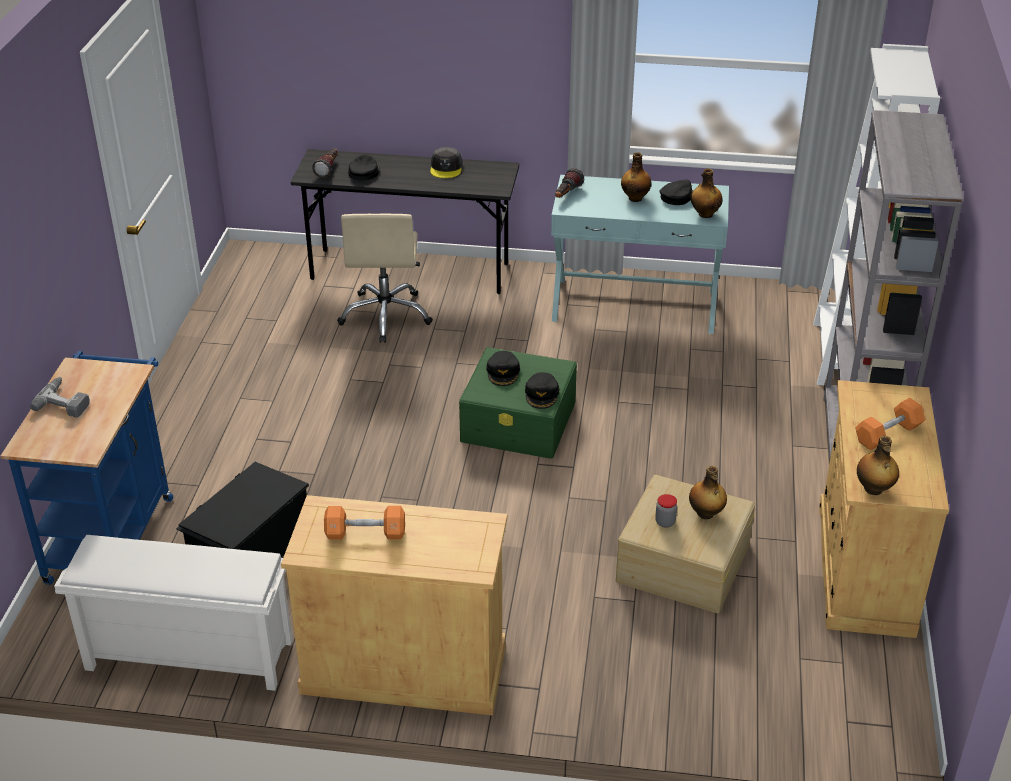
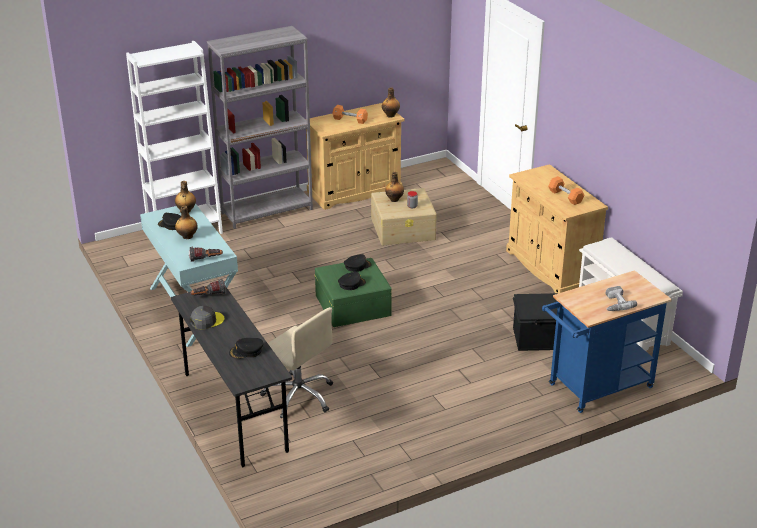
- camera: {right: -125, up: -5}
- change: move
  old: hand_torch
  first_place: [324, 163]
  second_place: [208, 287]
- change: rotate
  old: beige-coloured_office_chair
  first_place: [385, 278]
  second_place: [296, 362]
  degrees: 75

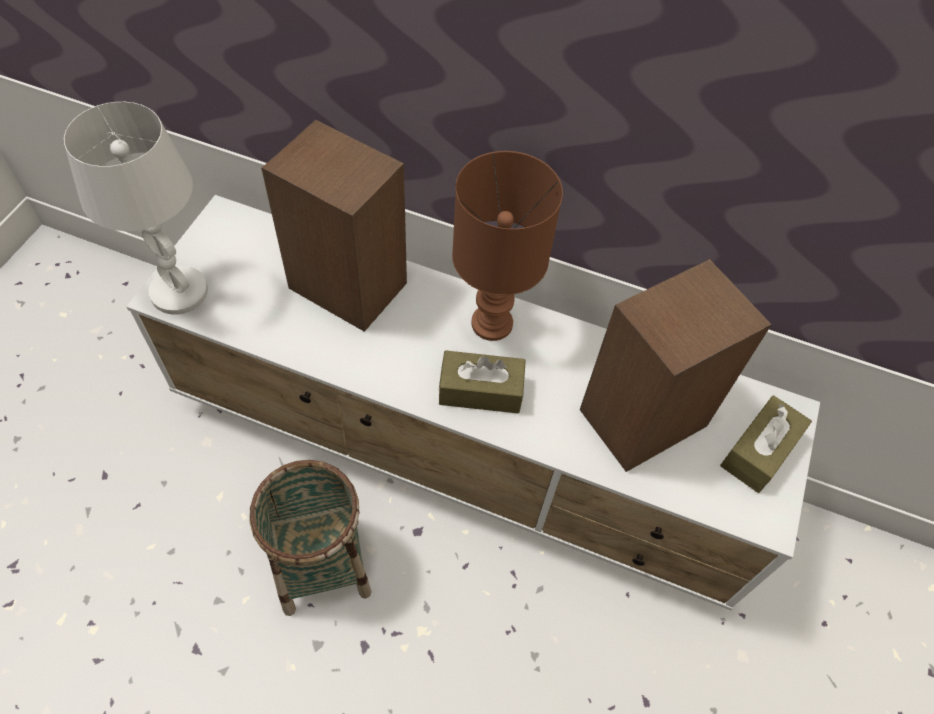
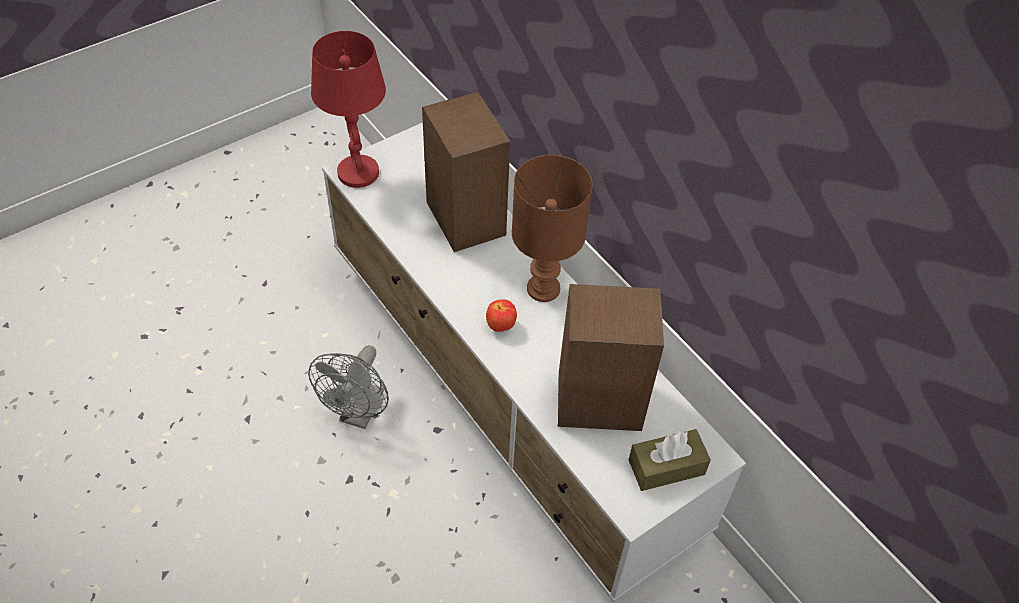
- camera: {right: 35, up: -5}
- change: replace
  old: household_basket
  new: greyish_cooling_fan
  first_place: [310, 538]
  second_place: [348, 387]
- change: replace
  old: brown_tissue_holder
  new: apple
  first_place: [482, 382]
  second_place: [501, 315]
- change: recolor
  old: white-coloured_lamp_for_a_table
  new: red_lamp_for_a_table
  first_place: [136, 208]
  second_place: [348, 109]

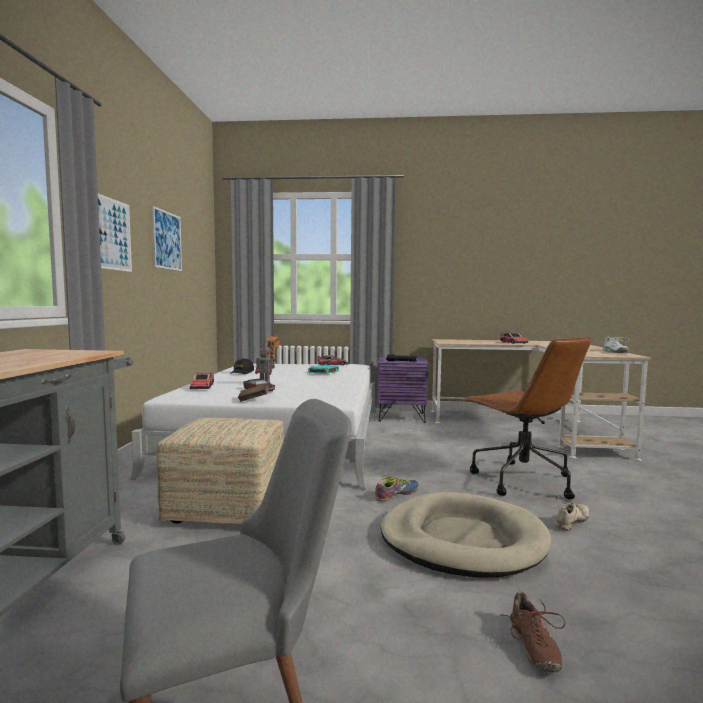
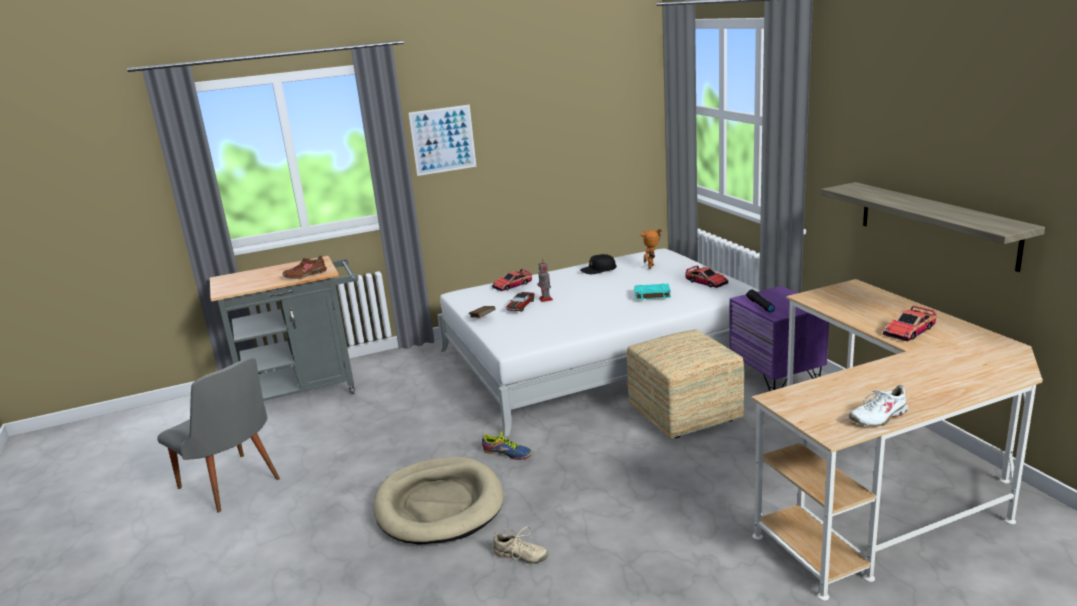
- camera: {right: 65, up: 15}
- change: delete
  old: wall_art
  first_place: [167, 238]
- change: delete
  old: brown_office_chair
  first_place: [527, 418]
- change: insert
  new: bracket_shelf
  second_place: [933, 227]
- change: move
  old: ottoman
  first_place: [220, 471]
  second_place: [685, 384]
- change: move
  old: brown_low_shoe
  first_place: [533, 632]
  second_place: [305, 267]

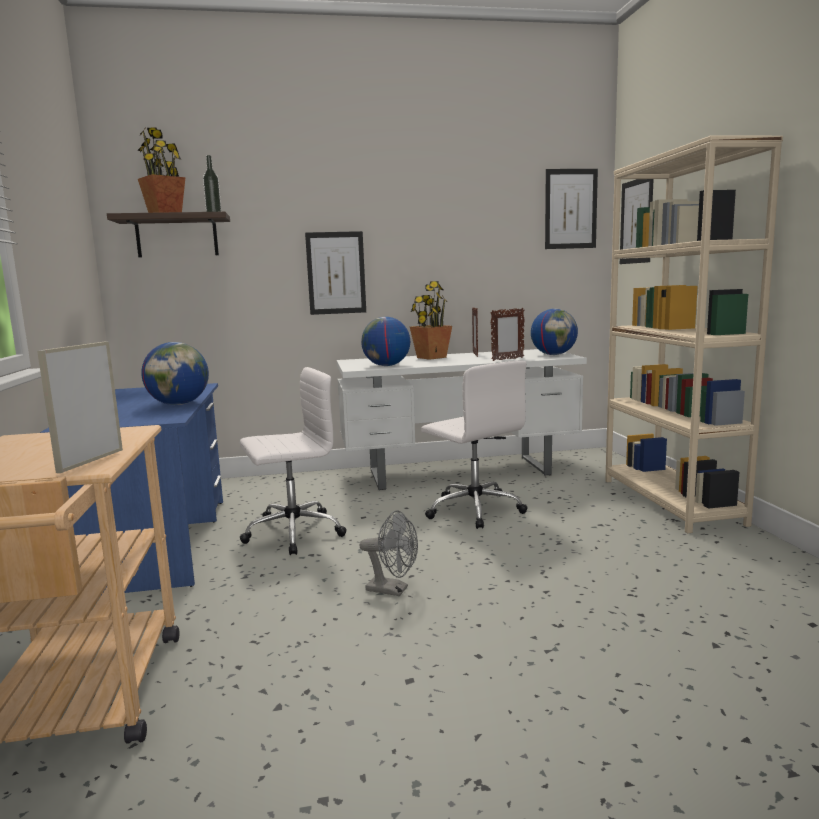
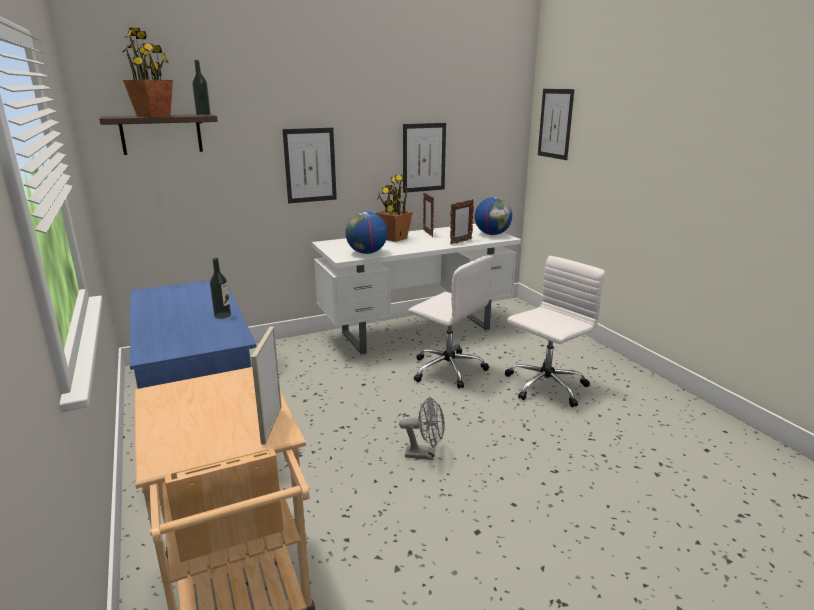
- camera: {right: -15, up: 10}
- change: delete
  old: beige-coloured_shelving_unit
  first_place: [694, 334]
- change: move
  old: white-coloured_office_chair
  first_place: [293, 461]
  second_place: [555, 331]
- change: move
  old: wall_art
  first_place: [571, 209]
  second_place: [424, 158]
- change: replace
  old: globe
  new: beverage_bottle
  first_place: [175, 373]
  second_place: [220, 288]

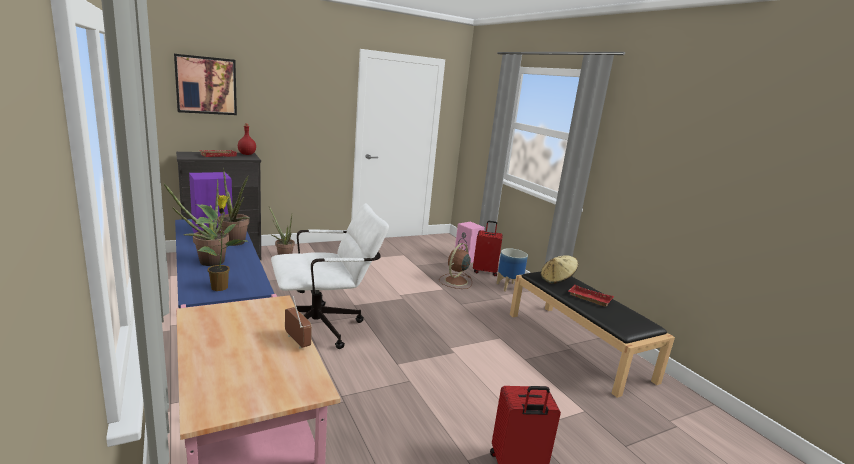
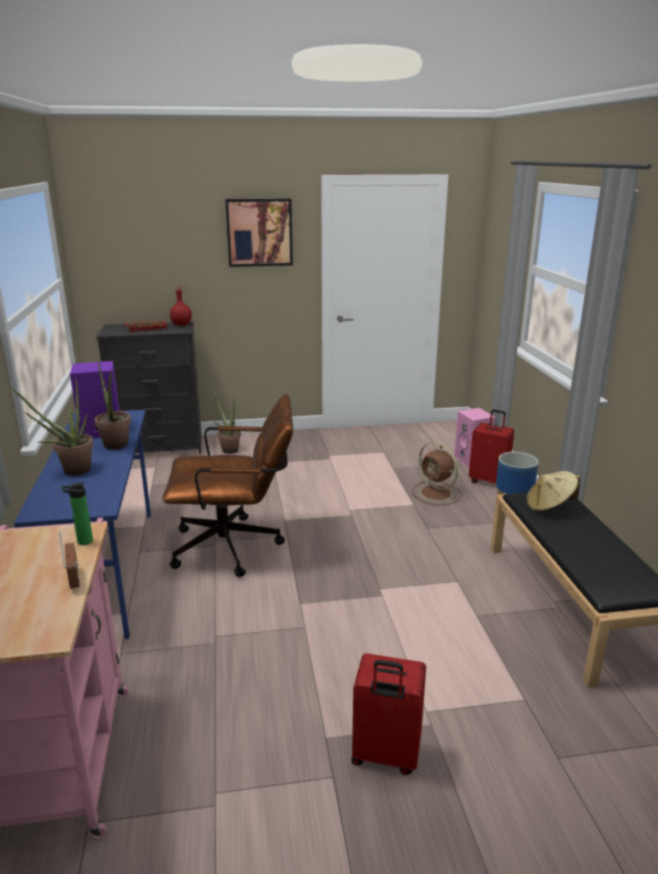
- camera: {right: 20, up: 5}
- change: delete
  old: plant_in_a_pot
  first_place: [222, 243]
- change: delete
  old: red_carrying_tray
  first_place: [591, 296]
- change: insert
  new: beverage_bottle
  second_place: [77, 513]
- change: move
  old: wall_art
  first_place: [205, 84]
  second_place: [259, 232]
- change: recolor
  old: white-coloured_office_chair
  new: brown_office_chair
  first_place: [330, 276]
  second_place: [228, 485]
- change: rotate
  old: brown_cooling_fan
  first_place: [455, 266]
  second_place: [437, 474]
  degrees: -90

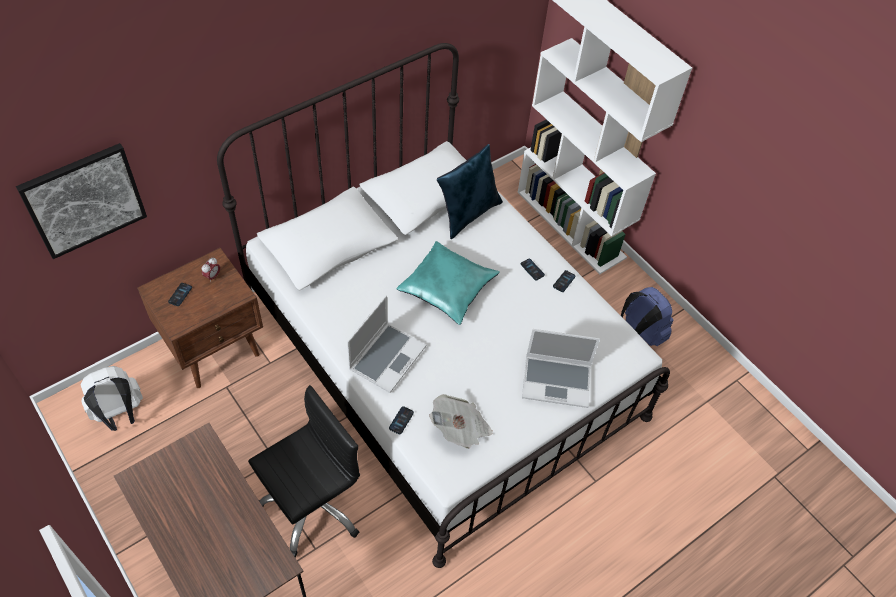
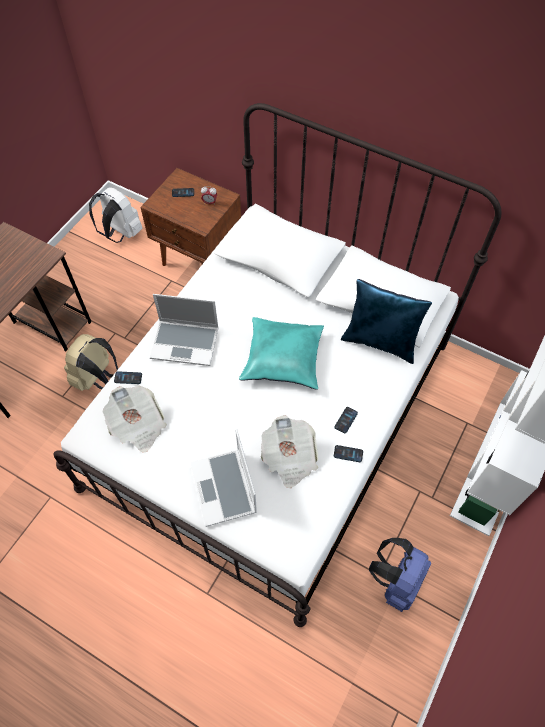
- camera: {right: 70, up: 5}
- change: delete
  old: wall_art
  first_place: [81, 201]
- change: insert
  new: newspaper
  second_place: [289, 451]
- change: replace
  old: blackish_office_chair
  new: beige-coloured_rucksack
  first_place: [304, 471]
  second_place: [91, 362]

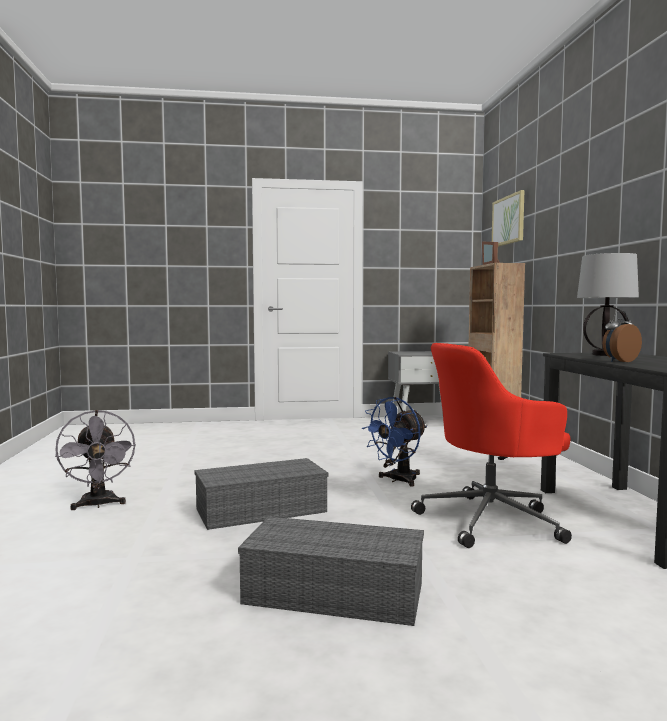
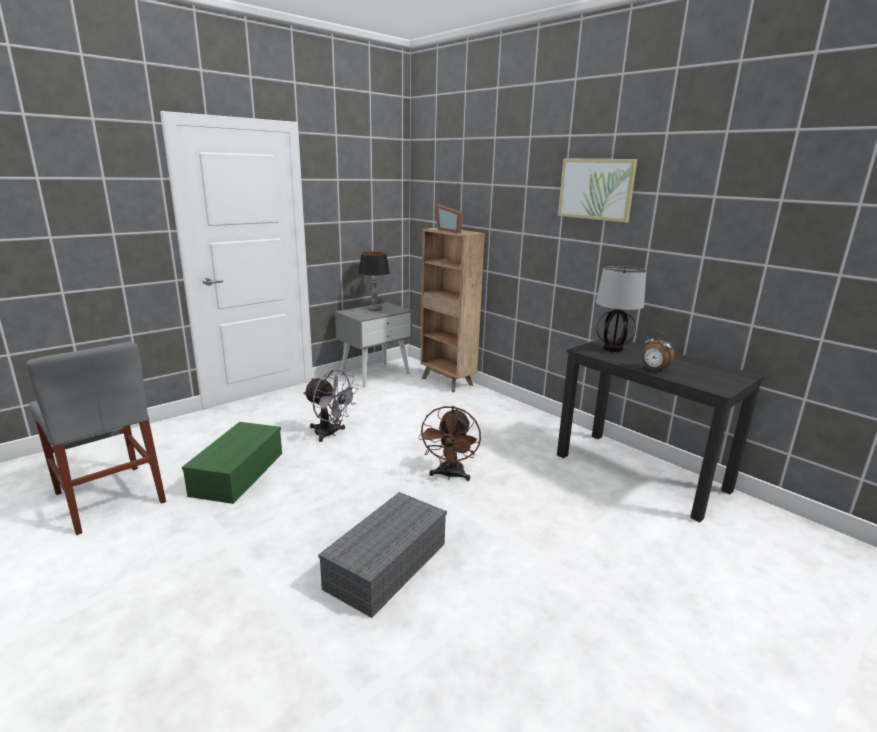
- camera: {right: -35, up: 15}
- change: delete
  old: greyish_storage_container
  first_place: [331, 571]
- change: delete
  old: red_office_chair
  first_place: [491, 445]
- change: insert
  new: greyish_chair
  second_place: [96, 438]
- change: insert
  new: greenish_storage_container
  second_place: [232, 463]
- change: insert
  new: lamp_for_a_table
  second_place: [374, 281]
- change: move
  old: greyish_cooling_fan
  first_place: [95, 460]
  second_place: [330, 406]
- change: move
  old: wall_art
  first_place: [508, 218]
  second_place: [597, 190]
- change: recolor
  old: blue_cooling_fan
  new: brown_cooling_fan
  first_place: [394, 442]
  second_place: [449, 443]
- change: rotate
  old: bedside_clock
  first_place: [622, 336]
  second_place: [658, 351]
  degrees: -75

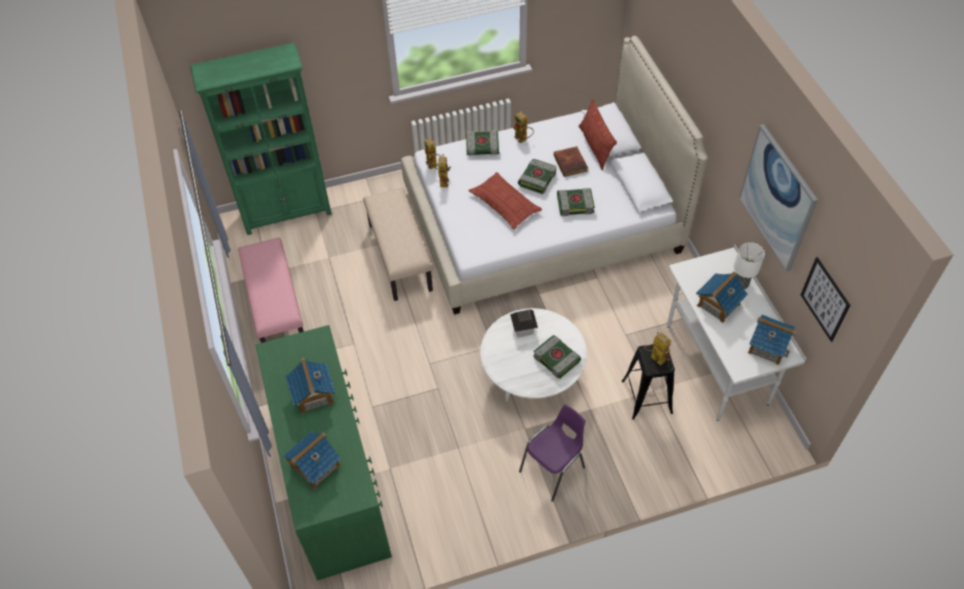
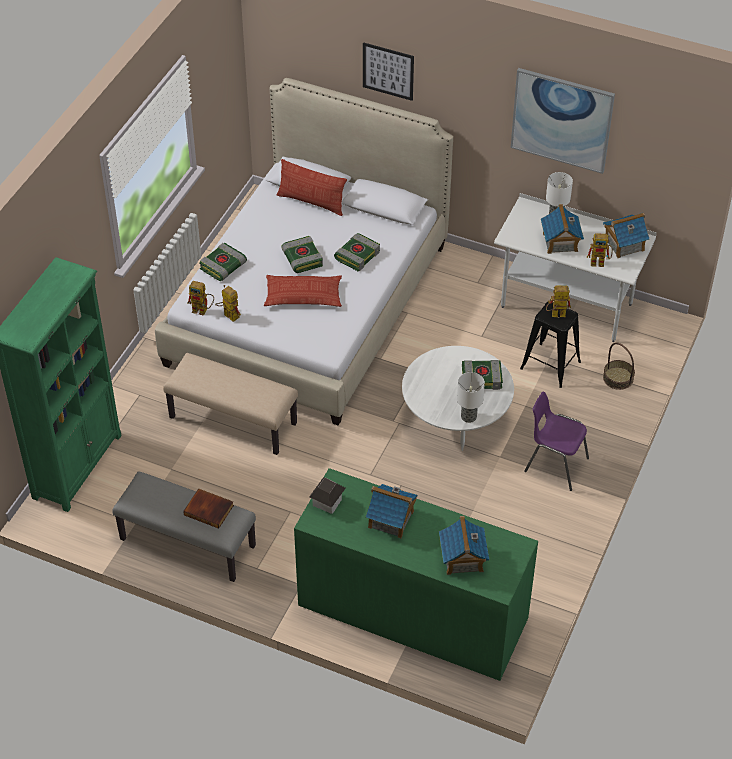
- camera: {right: -50, up: -5}
- change: insert
  new: lamp_for_a_table
  second_place: [471, 397]
- change: insert
  new: household_basket
  second_place: [619, 366]
- change: move
  old: toy_house
  first_place: [524, 323]
  second_place: [327, 495]
- change: move
  old: model_robot
  first_place: [523, 127]
  second_place: [600, 250]
- change: move
  old: book
  first_place: [571, 161]
  second_place: [208, 509]
- change: move
  old: wall_art
  first_place: [825, 299]
  second_place: [388, 71]
- change: recolor
  old: pinkish_indoor_bench
  new: greyish_indoor_bench
  first_place: [271, 290]
  second_place: [184, 526]
- change: rotate
  old: purple-coloured_chair
  first_place: [552, 453]
  second_place: [556, 441]
  degrees: -60

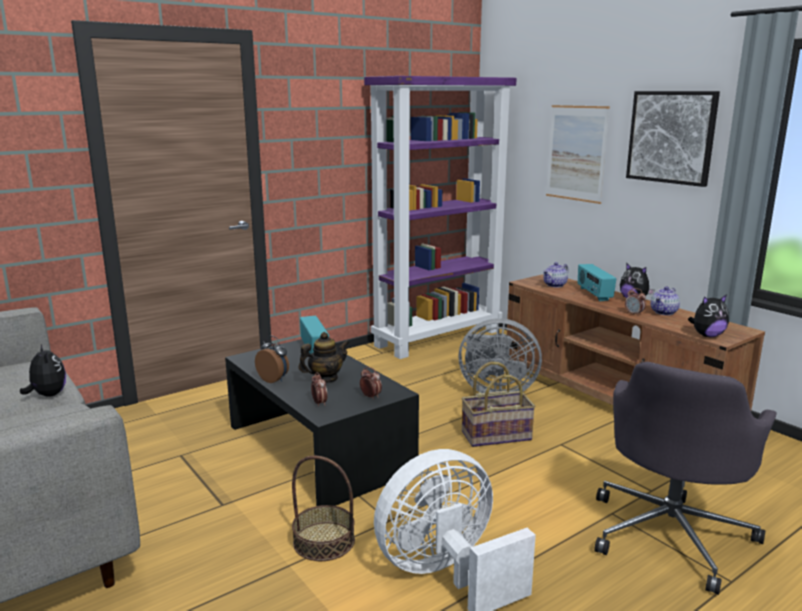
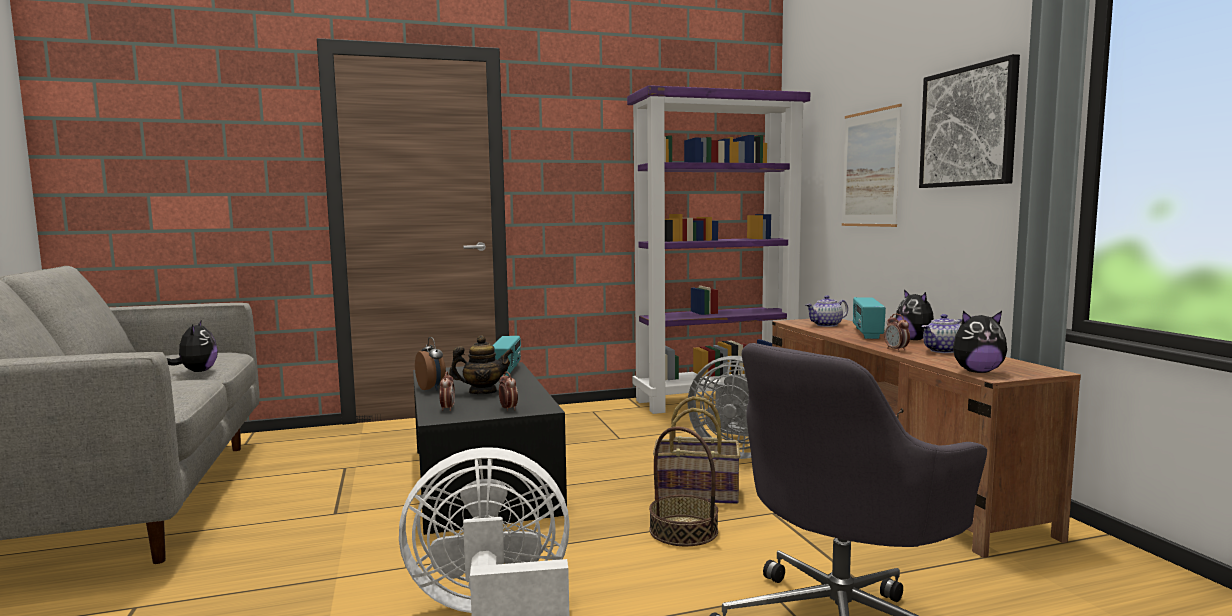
- camera: {right: 20, up: -10}
- change: move
  old: household_basket
  first_place: [323, 508]
  second_place: [683, 486]

